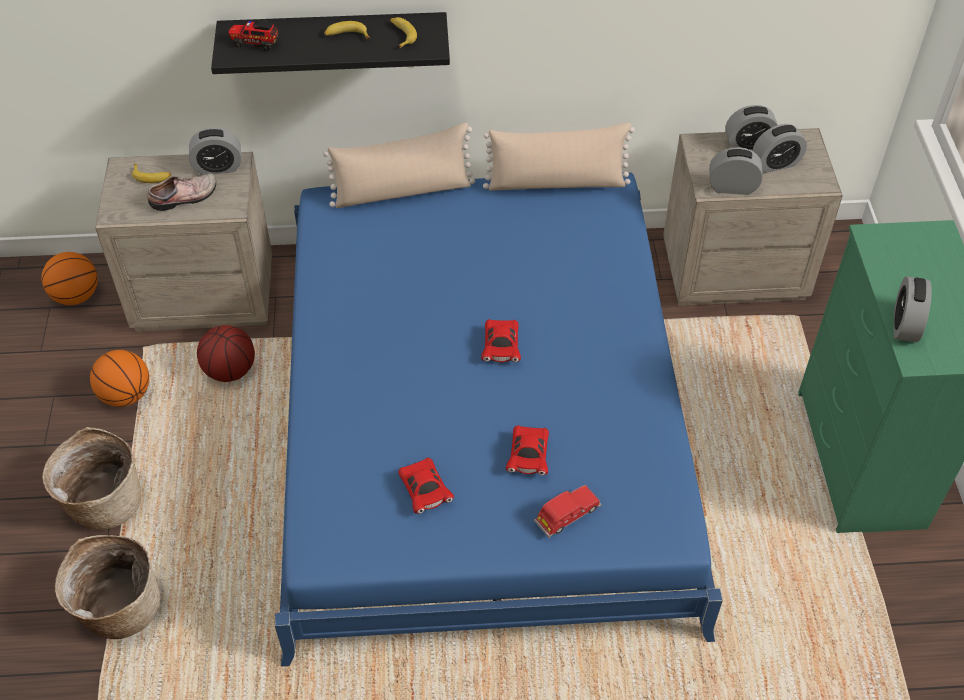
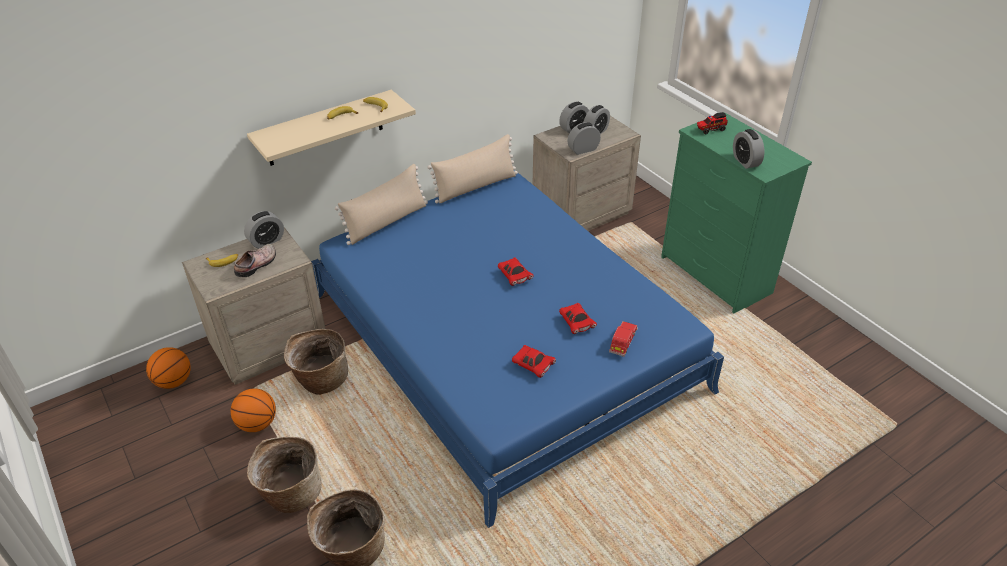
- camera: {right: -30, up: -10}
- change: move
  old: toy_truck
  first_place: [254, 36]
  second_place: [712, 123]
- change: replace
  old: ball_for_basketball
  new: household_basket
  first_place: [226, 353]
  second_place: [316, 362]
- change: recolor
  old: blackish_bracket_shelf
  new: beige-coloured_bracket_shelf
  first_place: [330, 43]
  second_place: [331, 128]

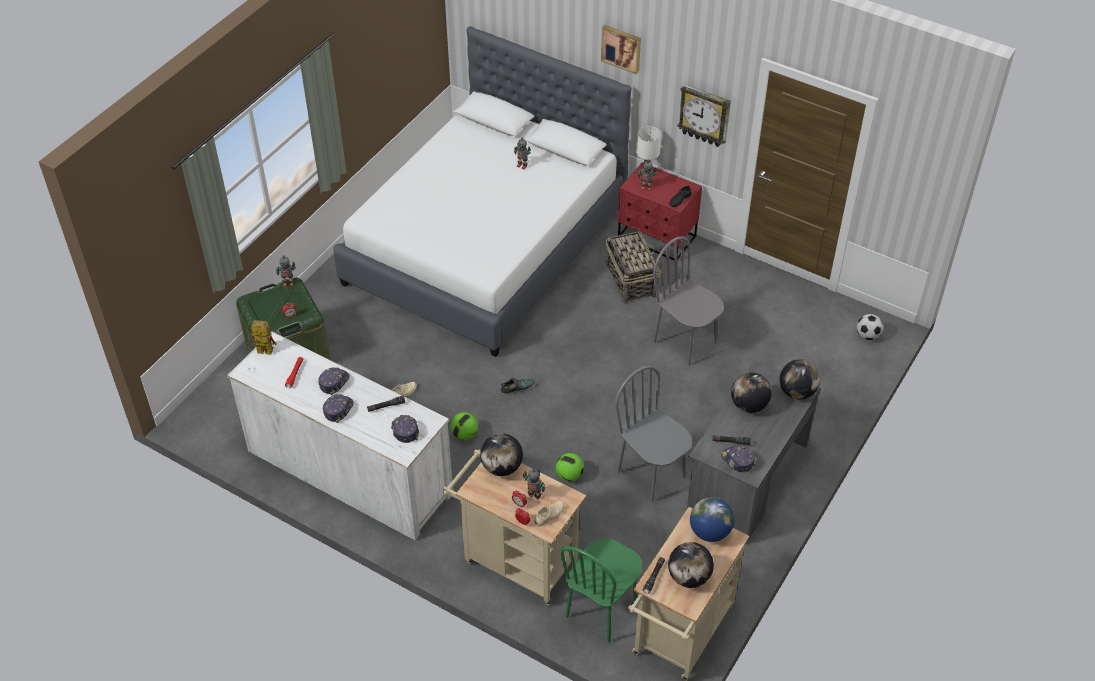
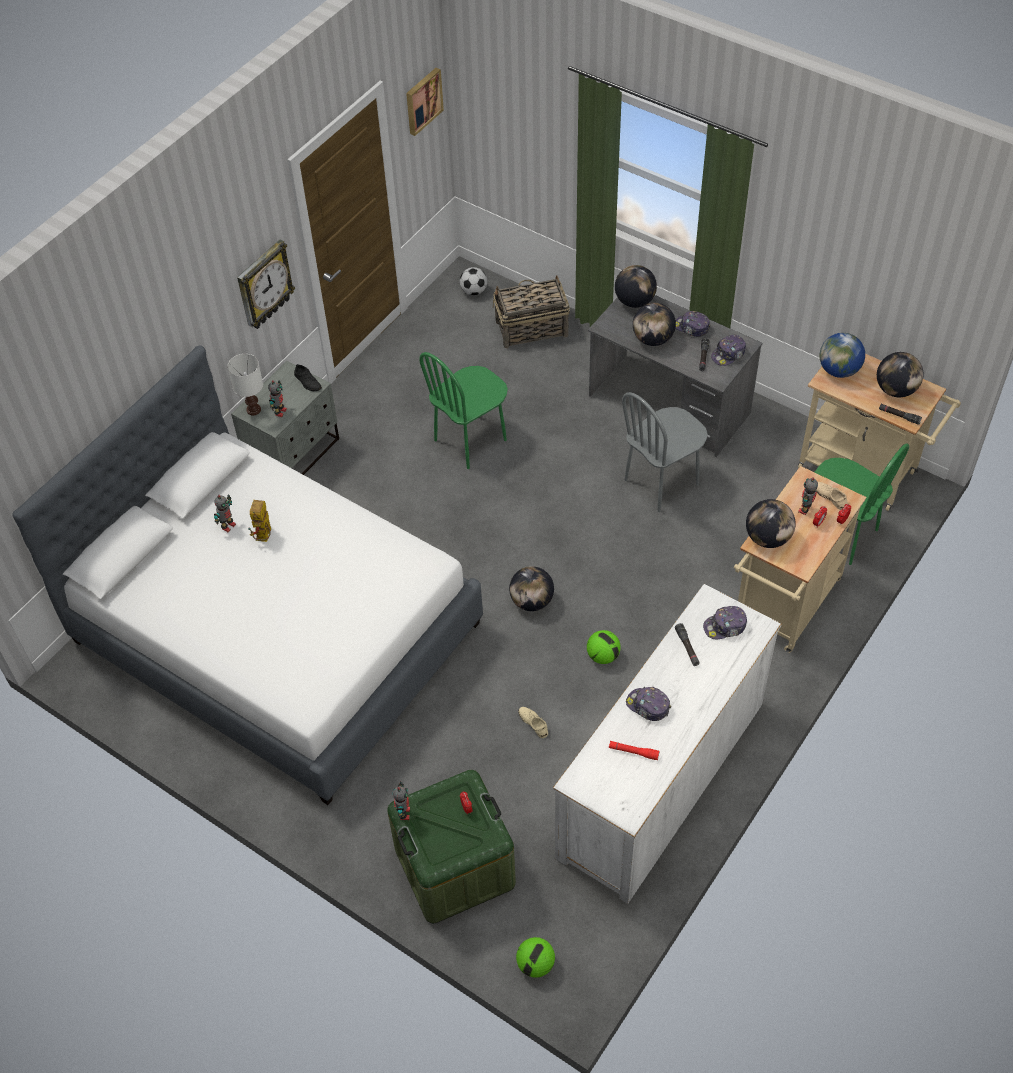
- camera: {right: -85, up: 5}
- change: move
  old: model_robot
  first_place: [261, 337]
  second_place: [259, 521]
- change: move
  old: cap
  first_place: [338, 408]
  second_place: [692, 324]
- change: move
  old: ball_for_football
  first_place: [570, 467]
  second_place: [535, 957]
- change: move
  old: wall_art
  first_place: [621, 50]
  second_place: [425, 102]
- change: move
  old: household_basket
  first_place: [633, 266]
  second_place: [531, 312]
- change: replace
  old: low_shoe
  new: globe
  first_place: [518, 387]
  second_place: [531, 588]
- change: recolor
  old: red_nightstand
  new: greyish_nightstand
  first_place: [660, 211]
  second_place: [285, 418]
- change: recolor
  old: greyish_chair
  new: greenish_chair
  first_place: [688, 301]
  second_place: [463, 410]

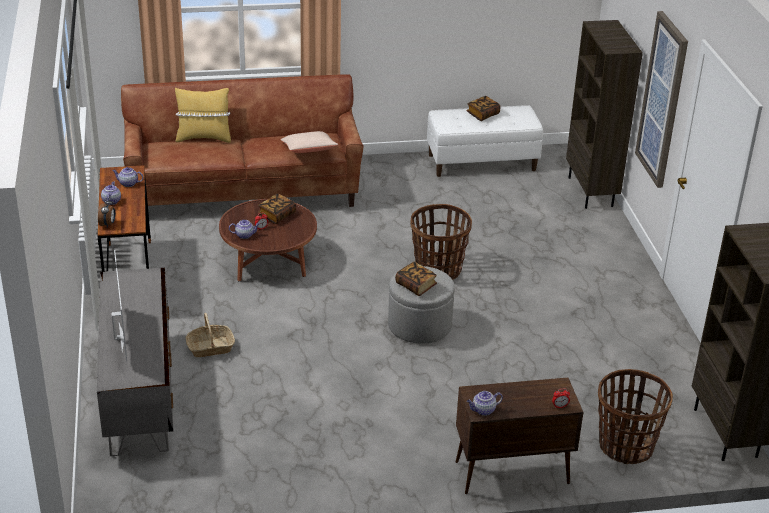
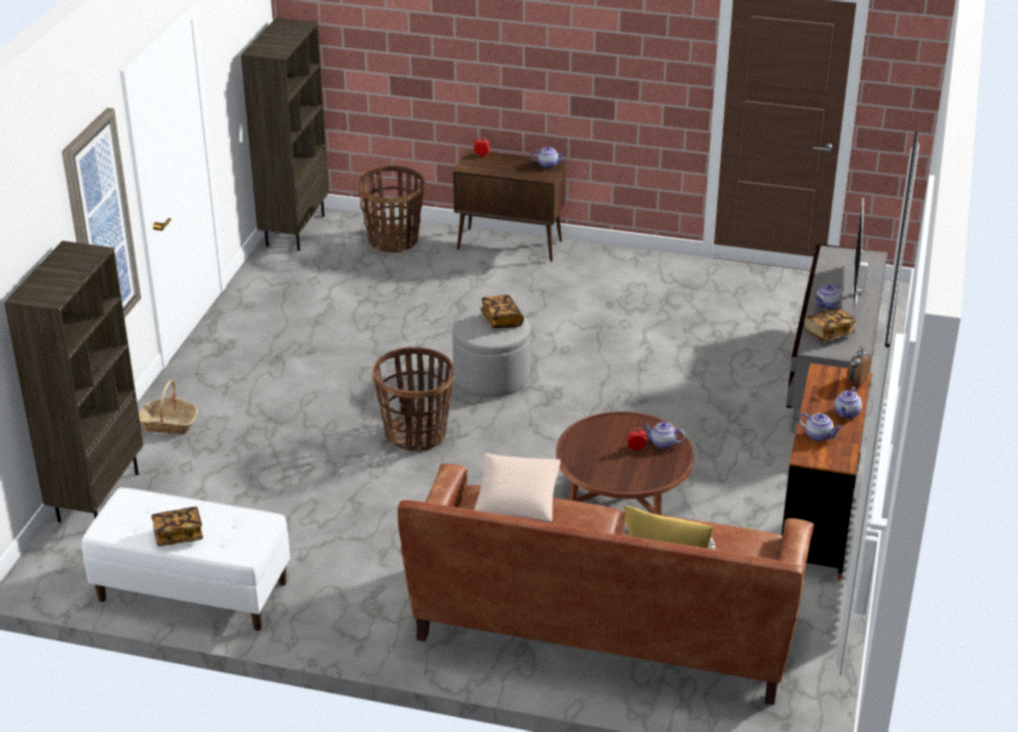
- camera: {right: -155, up: 0}
- change: insert
  new: tea_pot
  second_place: [828, 296]
- change: move
  old: household_basket
  first_place: [210, 335]
  second_place: [168, 407]
- change: move
  old: book
  first_place: [277, 208]
  second_place: [830, 324]

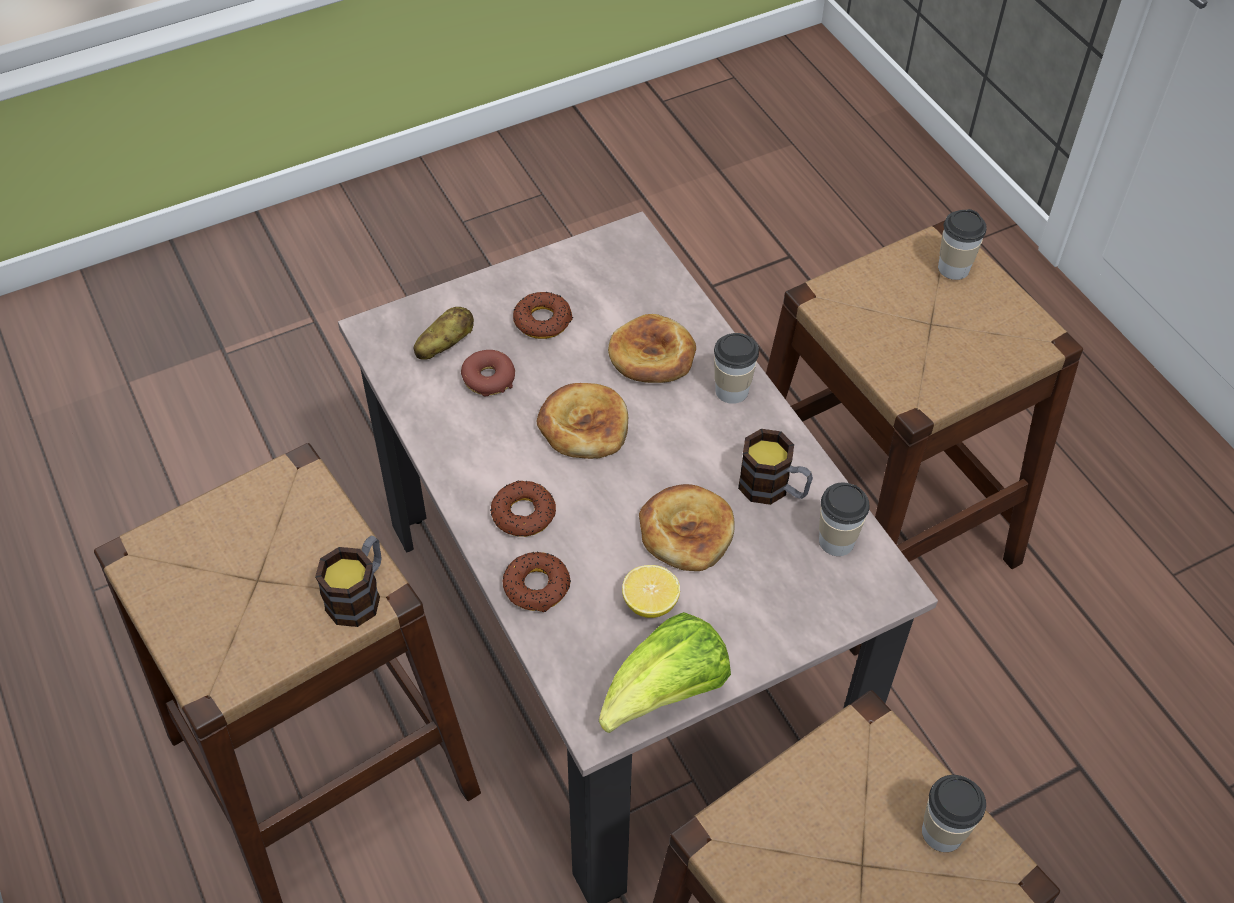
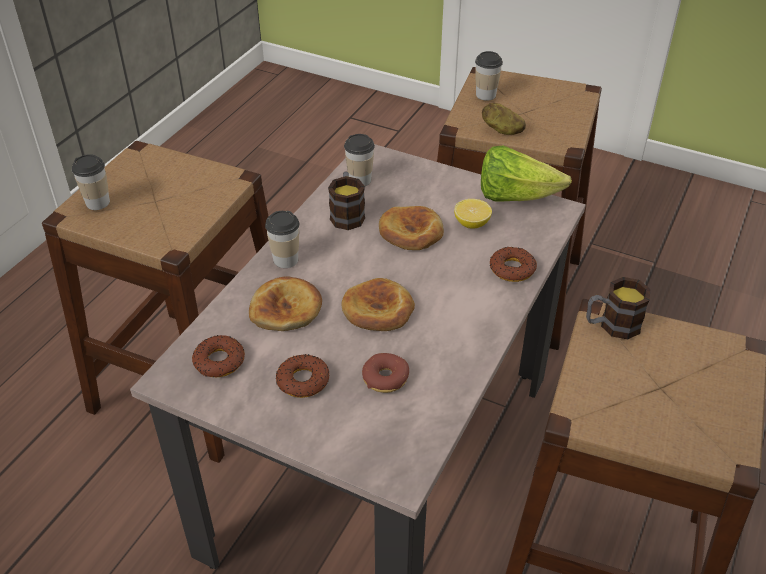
- camera: {right: -125, up: -10}
- change: move
  old: spud
  first_place: [444, 333]
  second_place: [504, 119]
- change: move
  old: doughnut
  first_place: [523, 508]
  second_place: [218, 356]

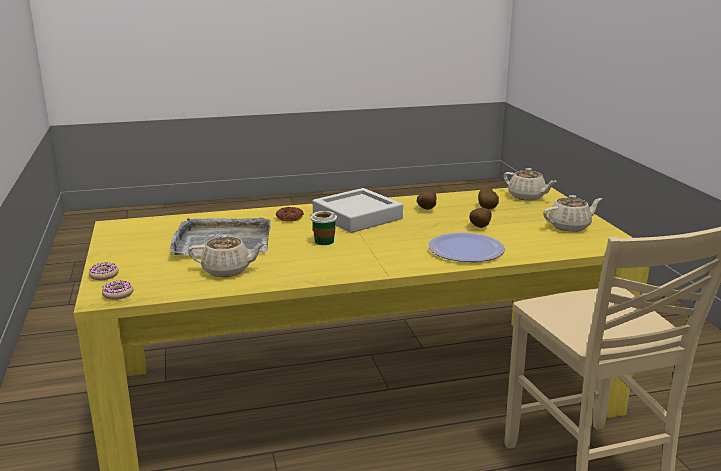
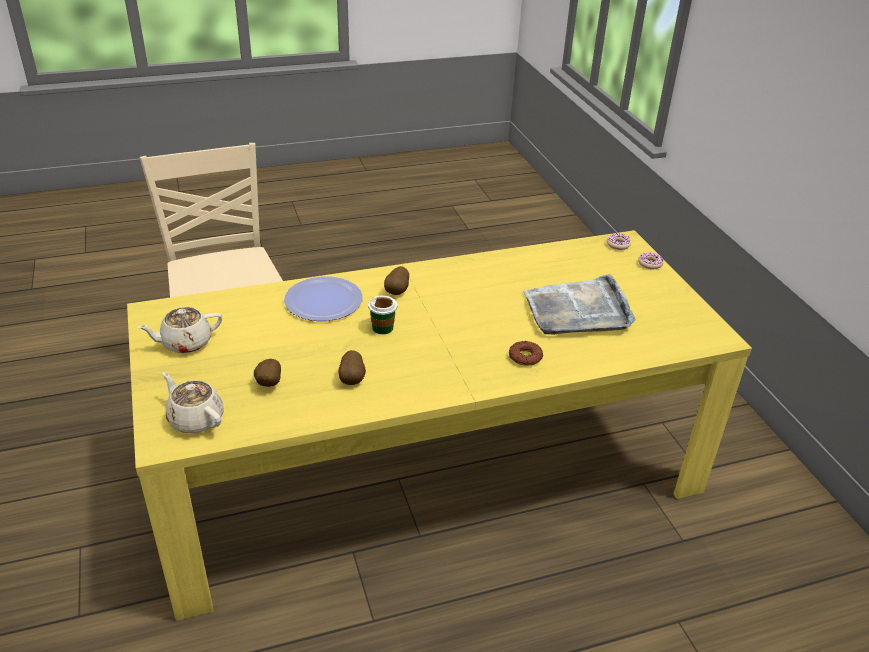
- camera: {right: 175, up: 15}
- change: delete
  old: beige-coloured_tea_pot
  first_place: [227, 255]
- change: delete
  old: greyish_carrying_tray
  first_place: [358, 210]
- change: move
  old: small_cup
  first_place: [324, 228]
  second_place: [383, 314]
- change: move
  old: spud
  first_place: [480, 218]
  second_place: [396, 280]

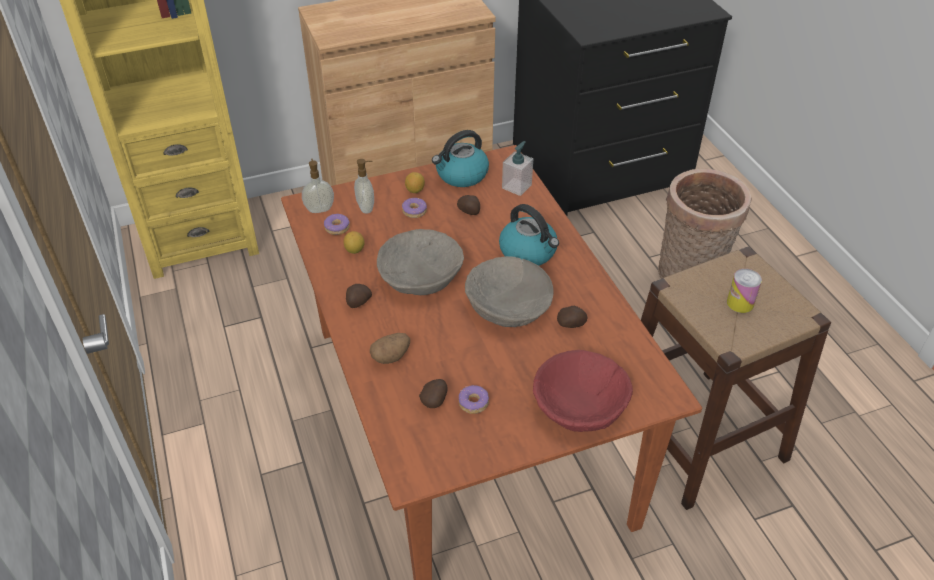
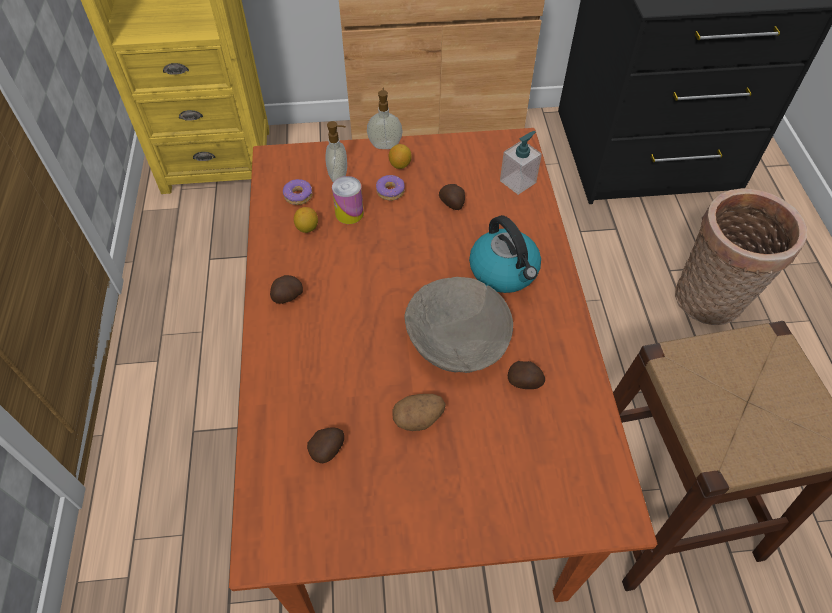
- camera: {right: 15, up: 10}
- change: delete
  old: beige-coloured_bowl
  first_place: [420, 262]
- change: delete
  old: water_kettle
  first_place: [460, 158]
- change: delete
  old: doughnut
  first_place: [474, 399]
- change: delete
  old: red_bowl
  first_place: [583, 391]
- change: move
  old: soap_bottle
  first_place: [318, 186]
  second_place: [385, 118]
- change: move
  old: spud
  first_place: [390, 348]
  second_place: [419, 412]
- change: move
  old: can
  first_place: [744, 291]
  second_place: [348, 200]

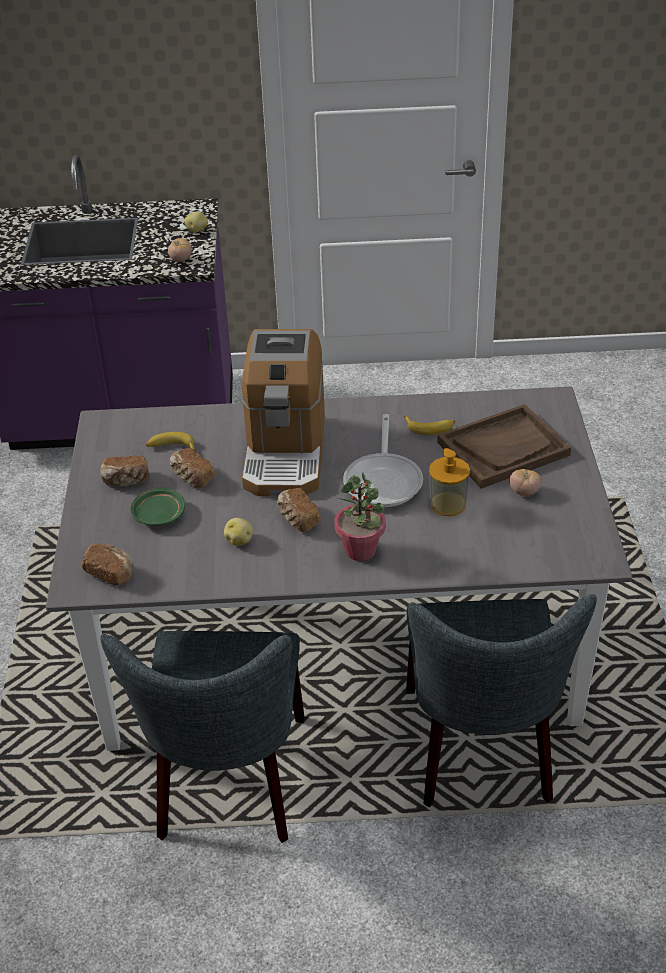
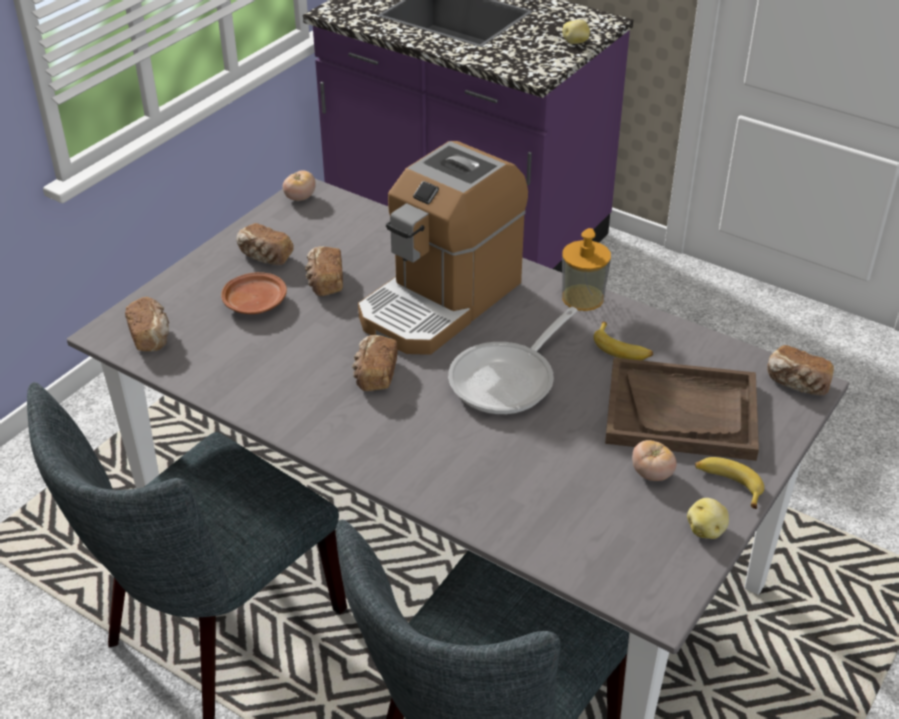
- camera: {right: 35, up: 0}
- change: delete
  old: plant_in_a_pot
  first_place: [360, 517]
- change: insert
  new: bread
  second_place: [800, 370]
- change: move
  old: banana_fruit
  first_place: [171, 442]
  second_place: [729, 483]
- change: move
  old: tomato
  first_place: [180, 250]
  second_place: [299, 185]
- change: move
  old: spud
  first_place: [238, 532]
  second_place: [708, 518]
- change: move
  old: soap_bottle
  first_place: [449, 482]
  second_place: [586, 269]
- change: recolor
  old: greenish_plate
  new: brown_plate
  first_place: [157, 506]
  second_place: [254, 293]

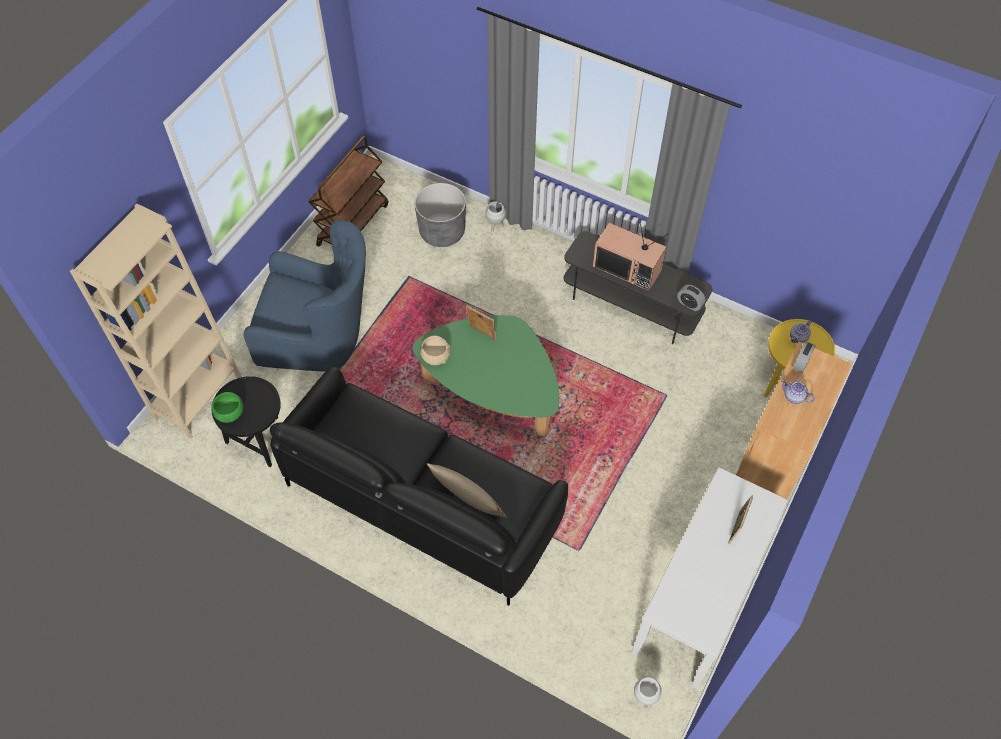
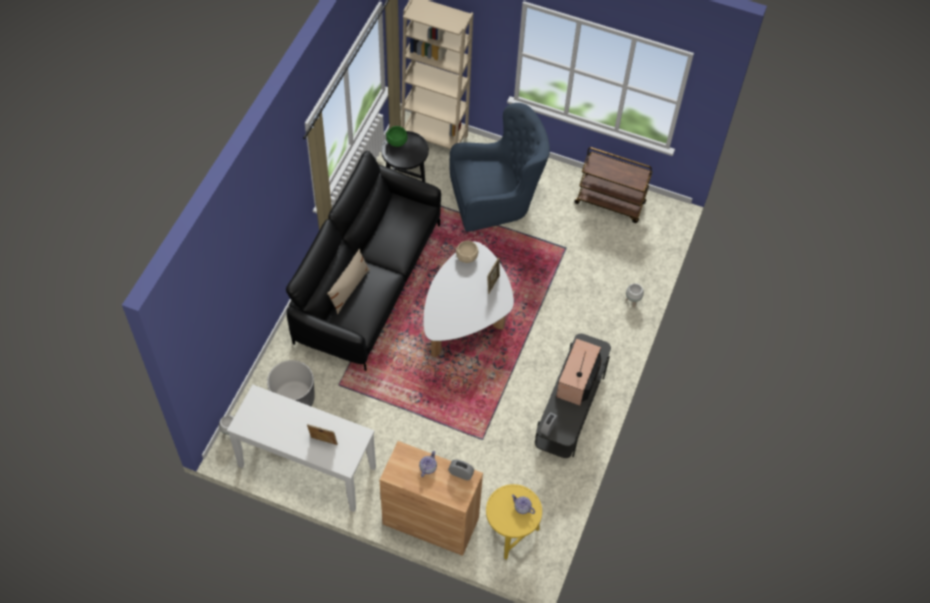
- camera: {right: 80, up: 0}
- change: move
  old: greyish_plant_pot
  first_place: [440, 215]
  second_place: [291, 383]
- change: recolor
  old: greenish_low_table
  new: white-coloured_low_table
  first_place: [486, 376]
  second_place: [469, 299]
- change: rotate
  old: blue_armchair
  first_place: [305, 296]
  second_place: [499, 167]
  degrees: -105

